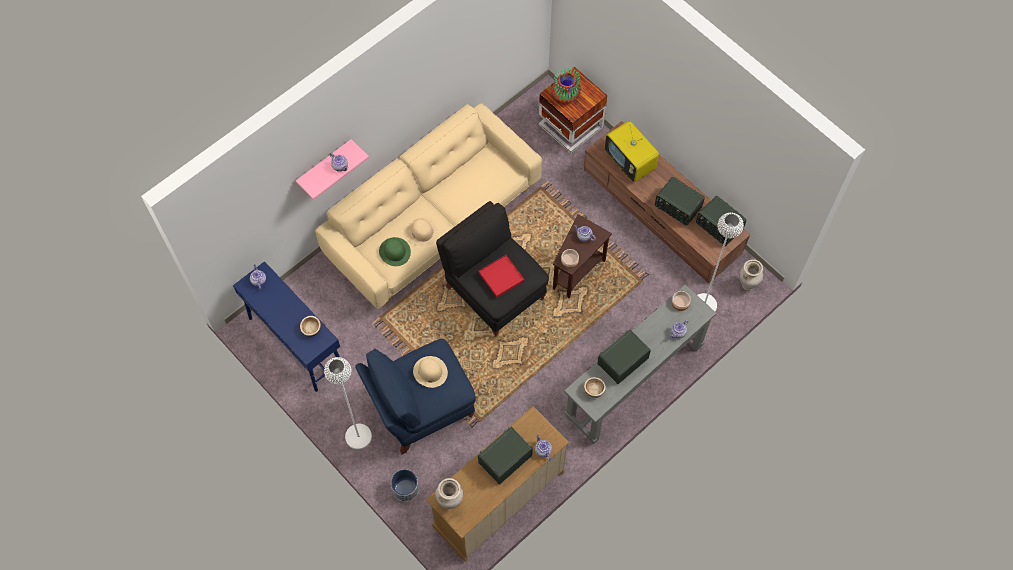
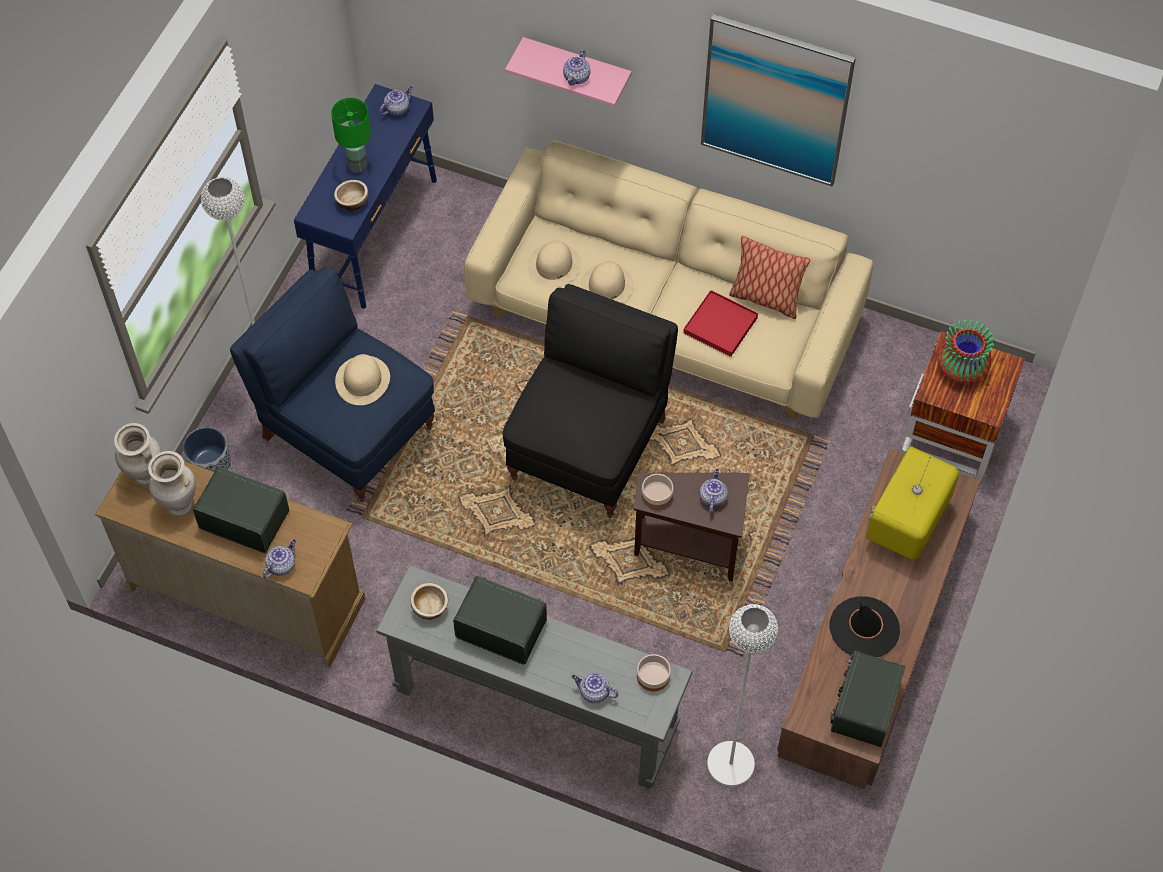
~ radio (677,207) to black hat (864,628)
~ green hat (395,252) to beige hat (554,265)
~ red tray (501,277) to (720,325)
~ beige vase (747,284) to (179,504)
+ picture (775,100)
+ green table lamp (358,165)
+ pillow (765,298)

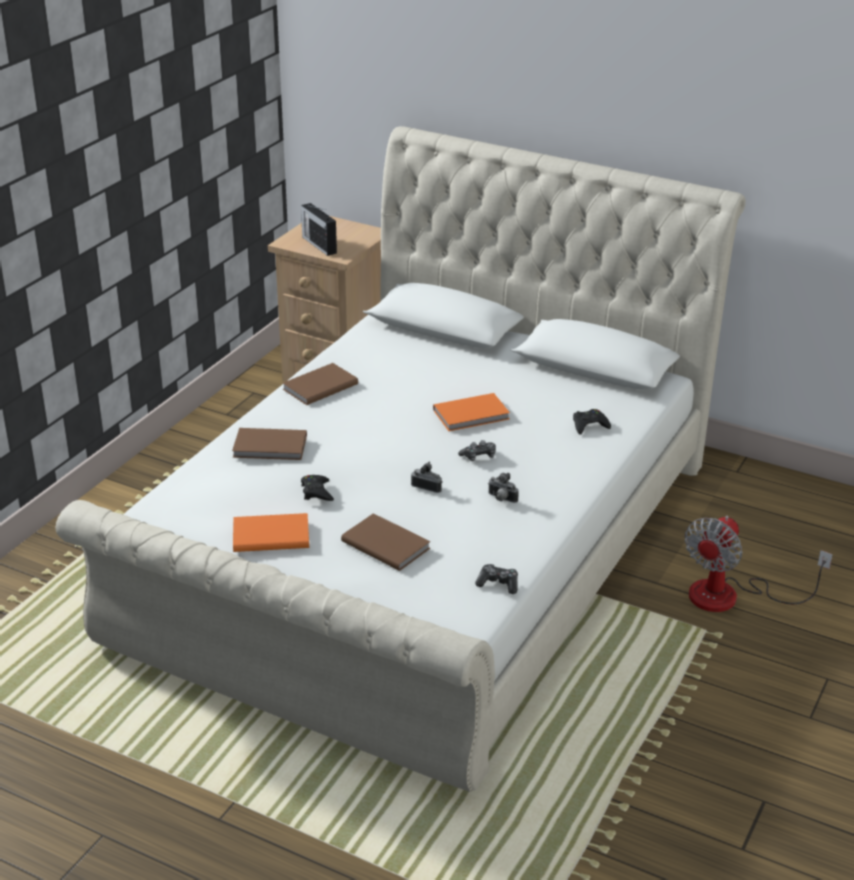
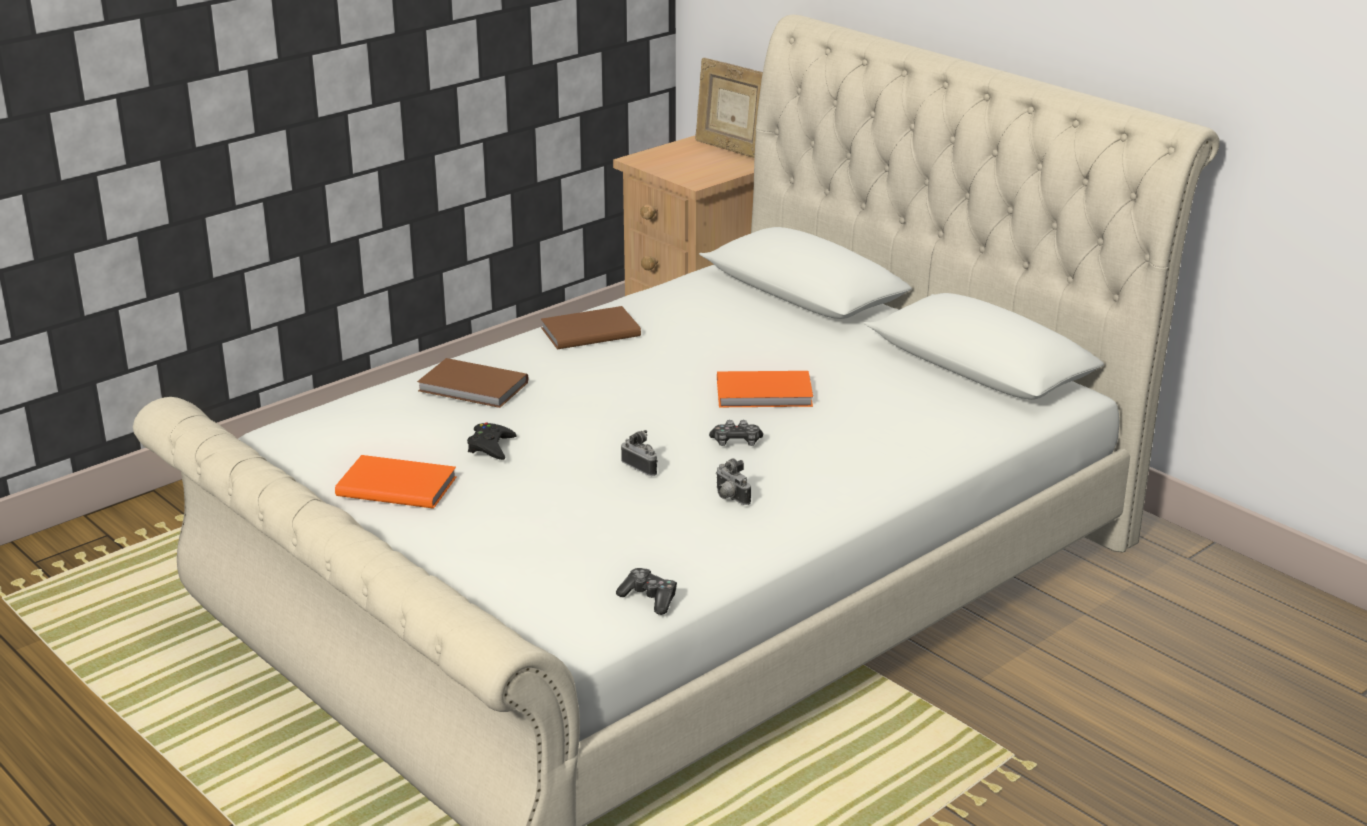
- radio (319,244)
- black game controller (589,425)
- brown book (386,544)
- fan (730,596)
+ picture frame (731,150)

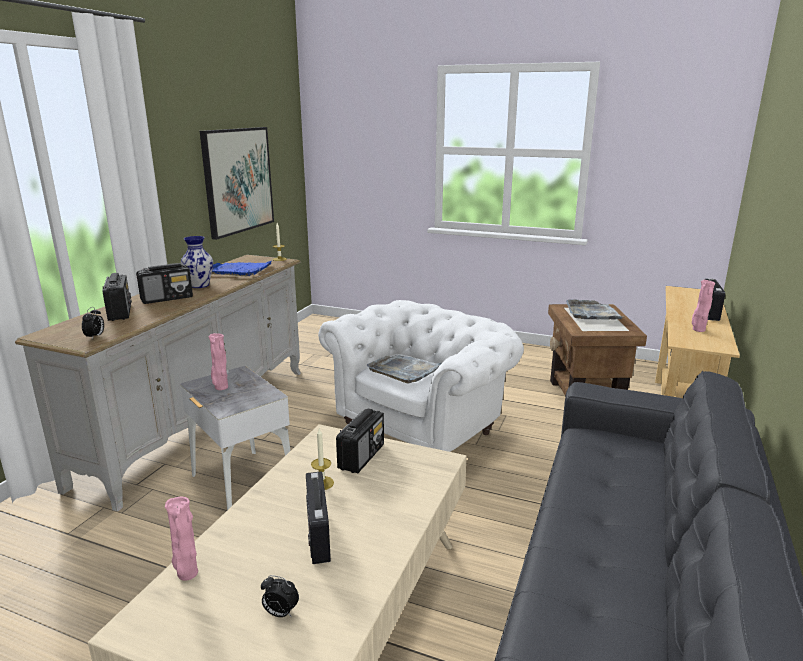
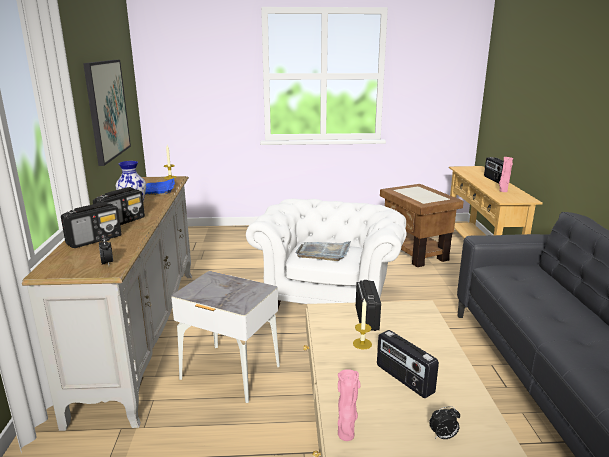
~ radio (120,312) = (95,240) 90 degrees clockwise
- grey tray (592,313)
- pink vase (221,388)

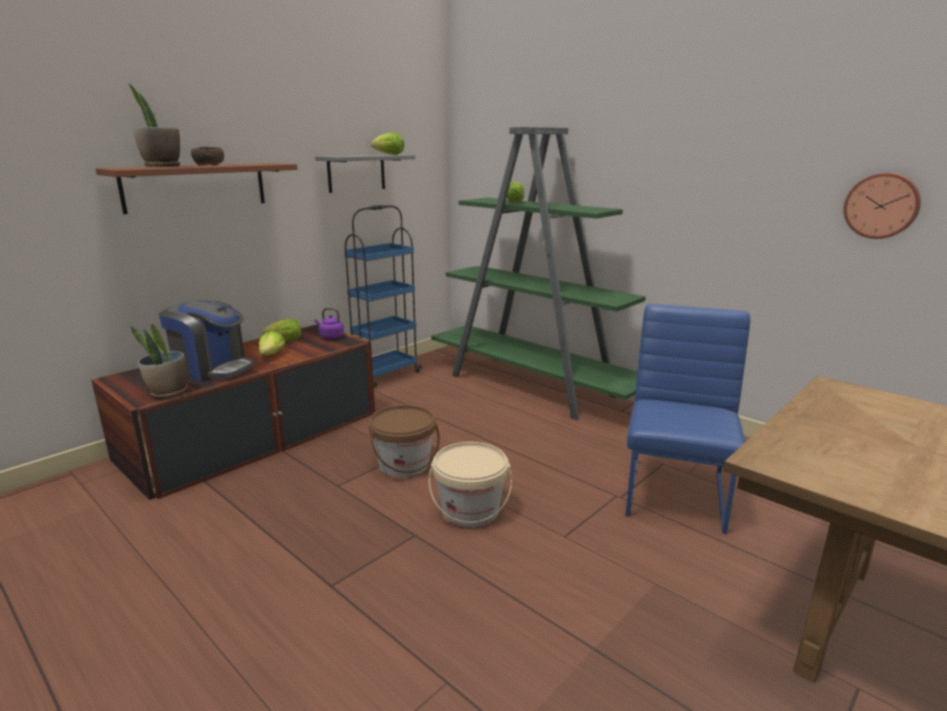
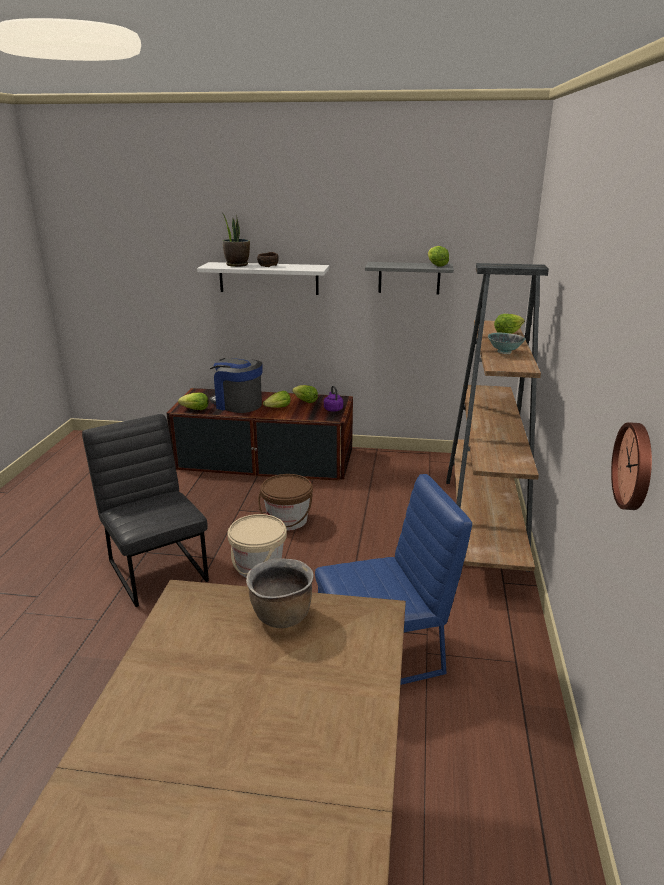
~ green bookcase (533,386) to brown bookcase (483,523)
~ brown shelf (196,187) to white shelf (268,278)
- blue cart (386,376)
~ coffee machine (212,369) = (237,404) 135 degrees clockwise
~ potted plant (168,392) to lettuce (195,409)
+ bowl (504,352)
+ grey chair (157,568)
+ brown cooking pot (281,616)

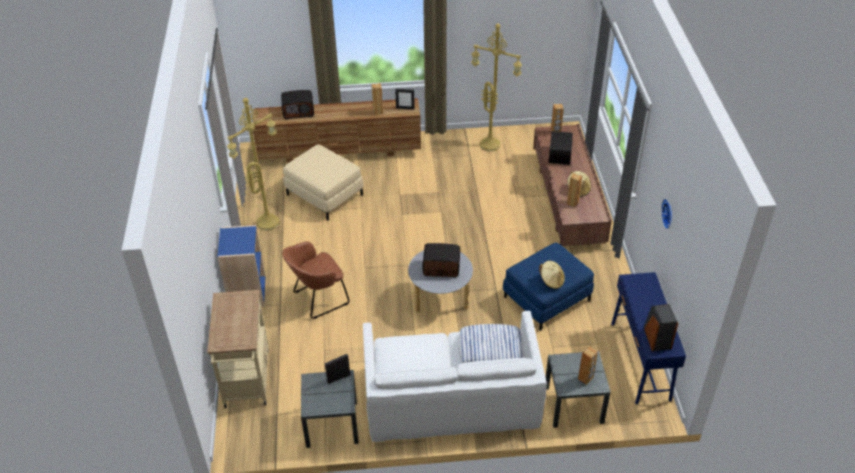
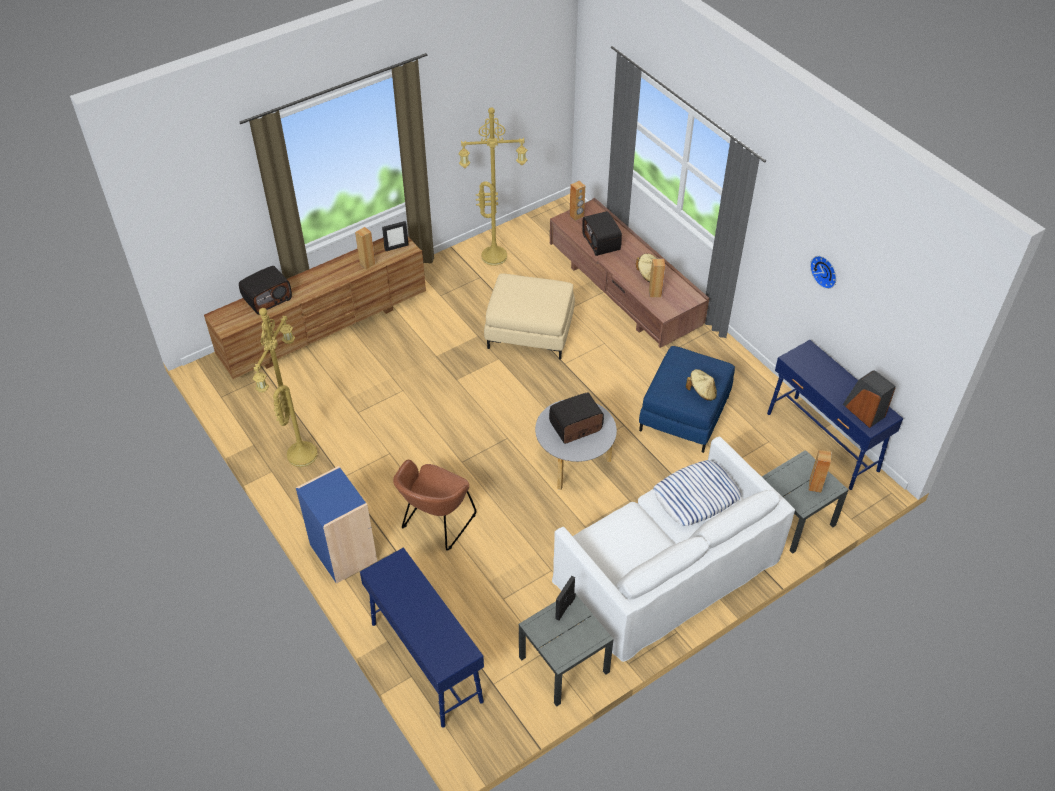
~ beige ottoman (325,194) to (530,331)
~ beige cart (247,380) to blue console table (427,661)

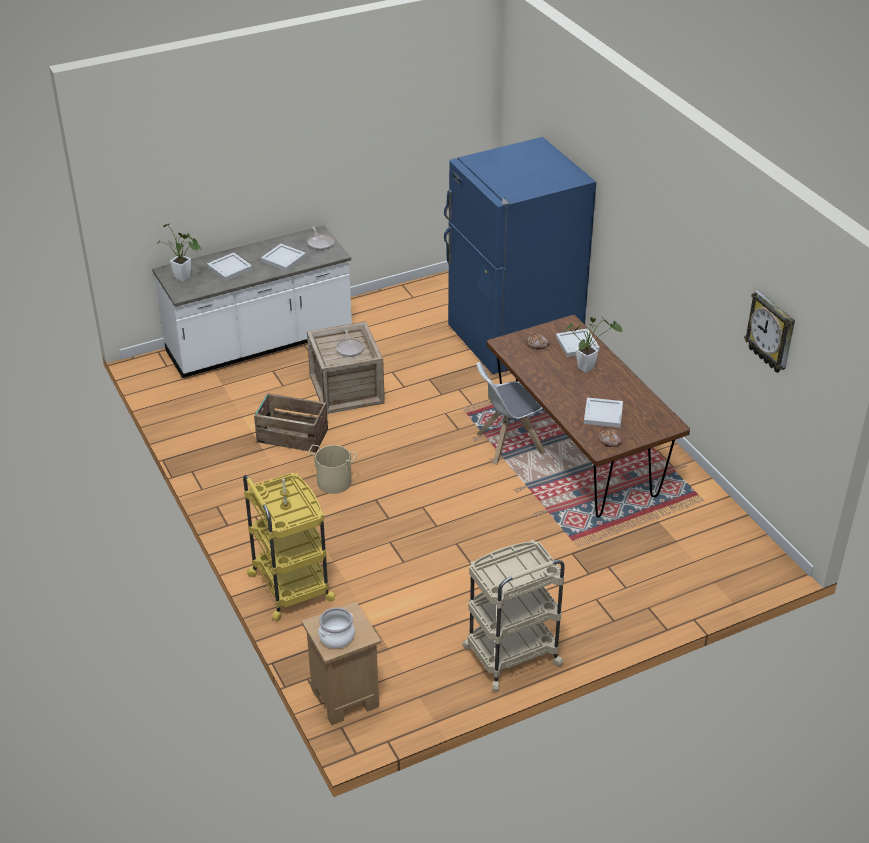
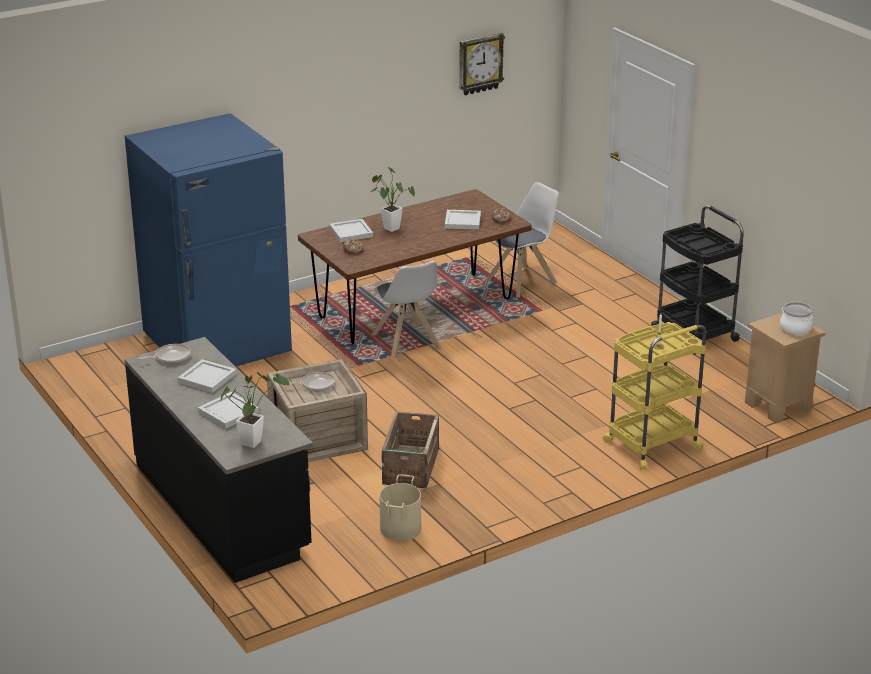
~ white counter (260,343) to black counter (222,508)
~ beige bucket (334,482) to (400,528)
~ beige cart (512,655) to black cart (693,334)
+ chair (523,281)

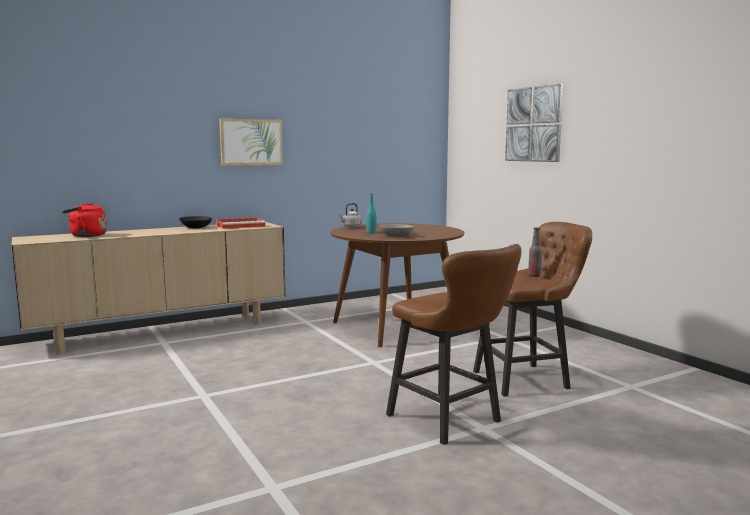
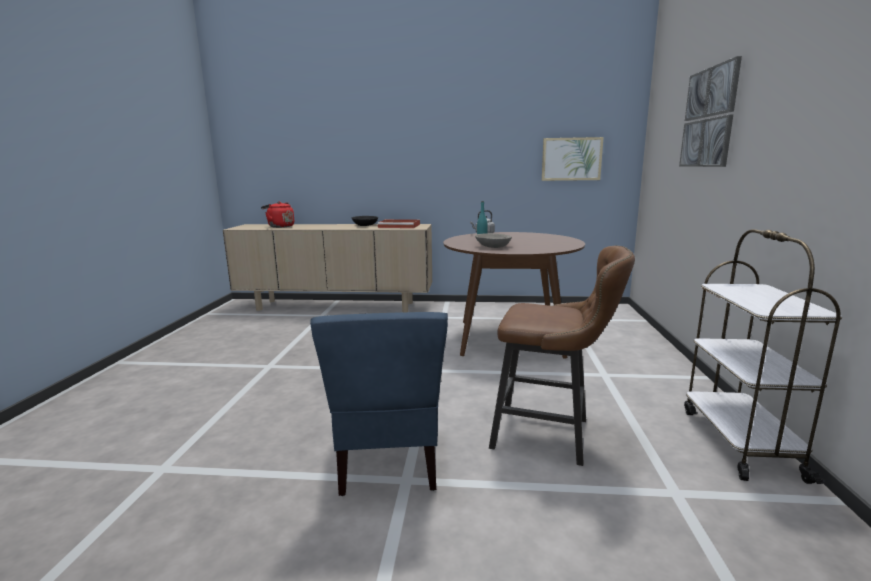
~ picture (251,142) to (571,159)
- bottle (534,275)
~ brown stool (452,422) to blue chair (389,461)
+ white cart (739,442)

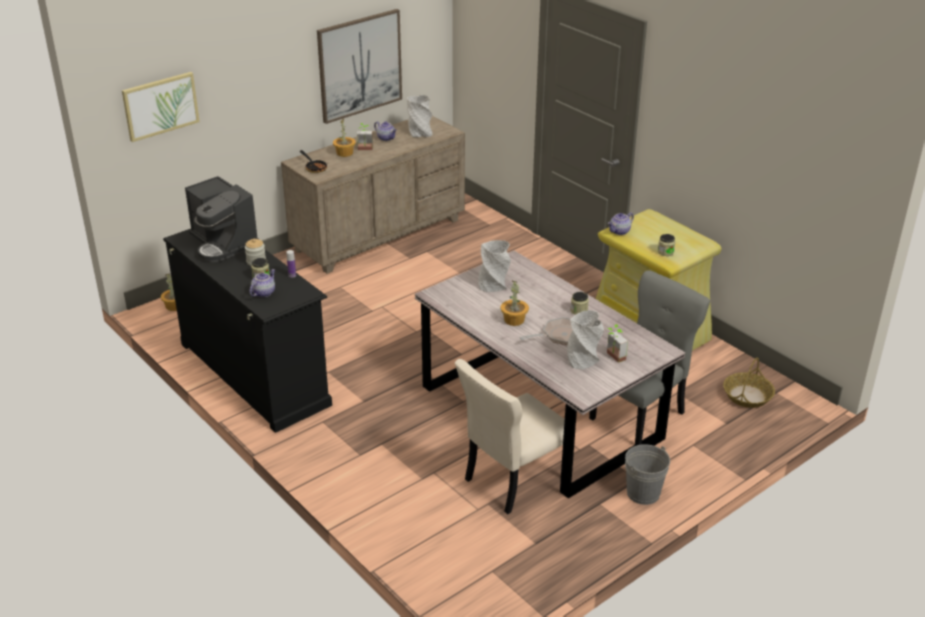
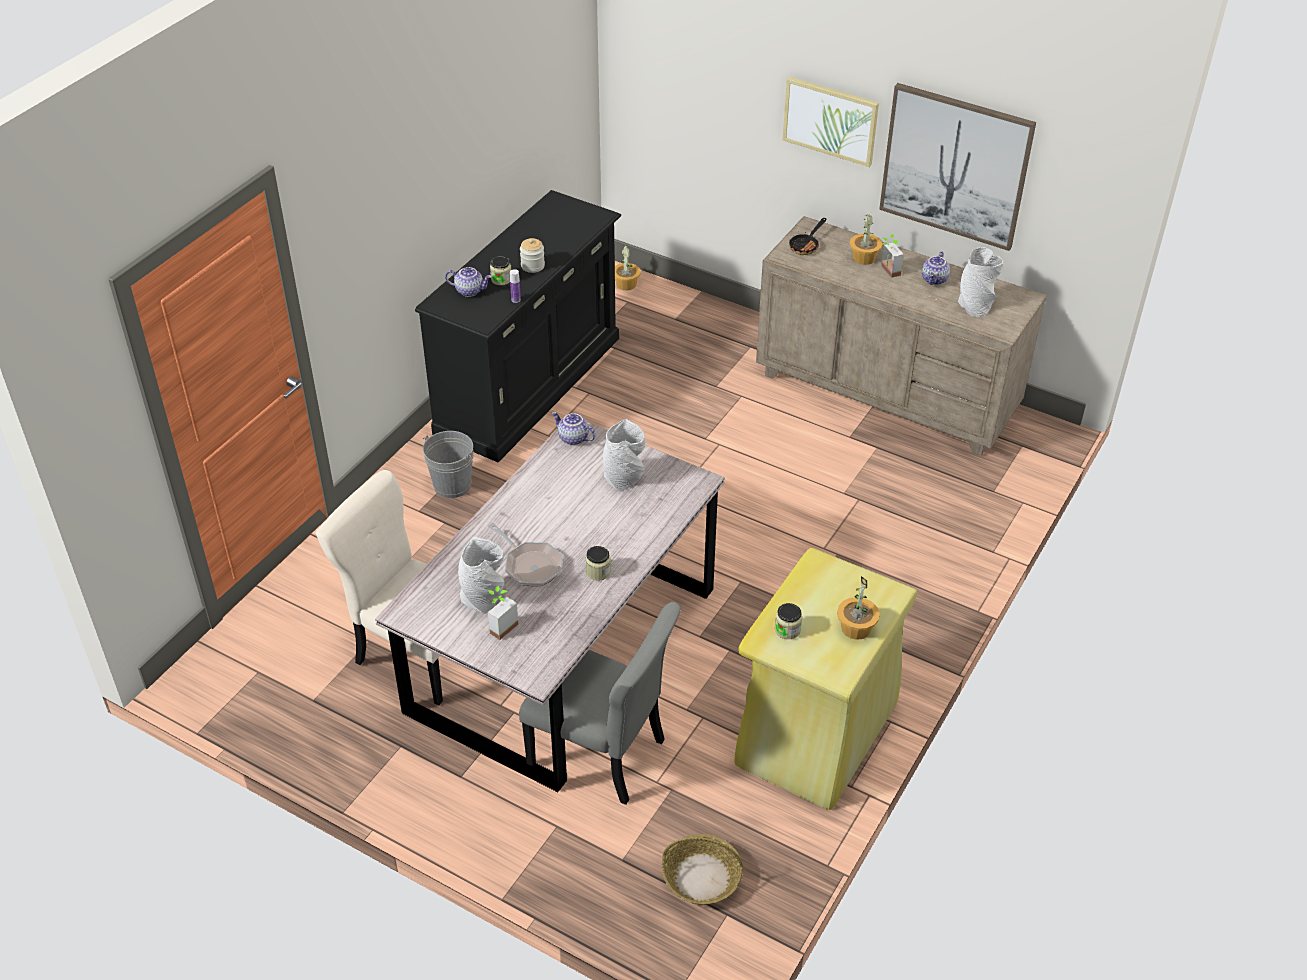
~ picture (160,106) to (830,120)
- coffee machine (223,243)
~ teapot (620,232) to (573,438)
~ potted plant (514,320) to (855,628)
~ grey bucket (643,493) to (452,485)

